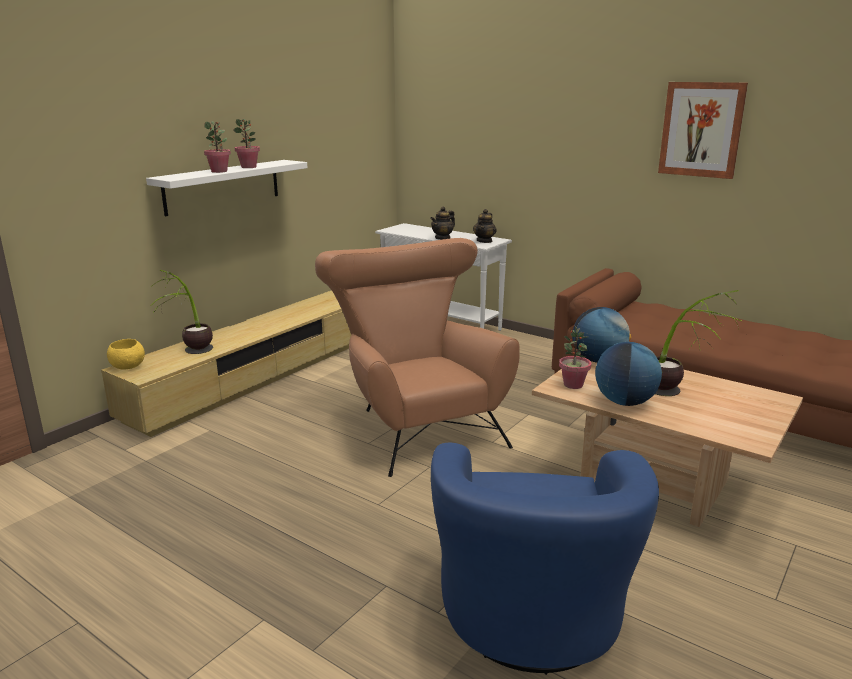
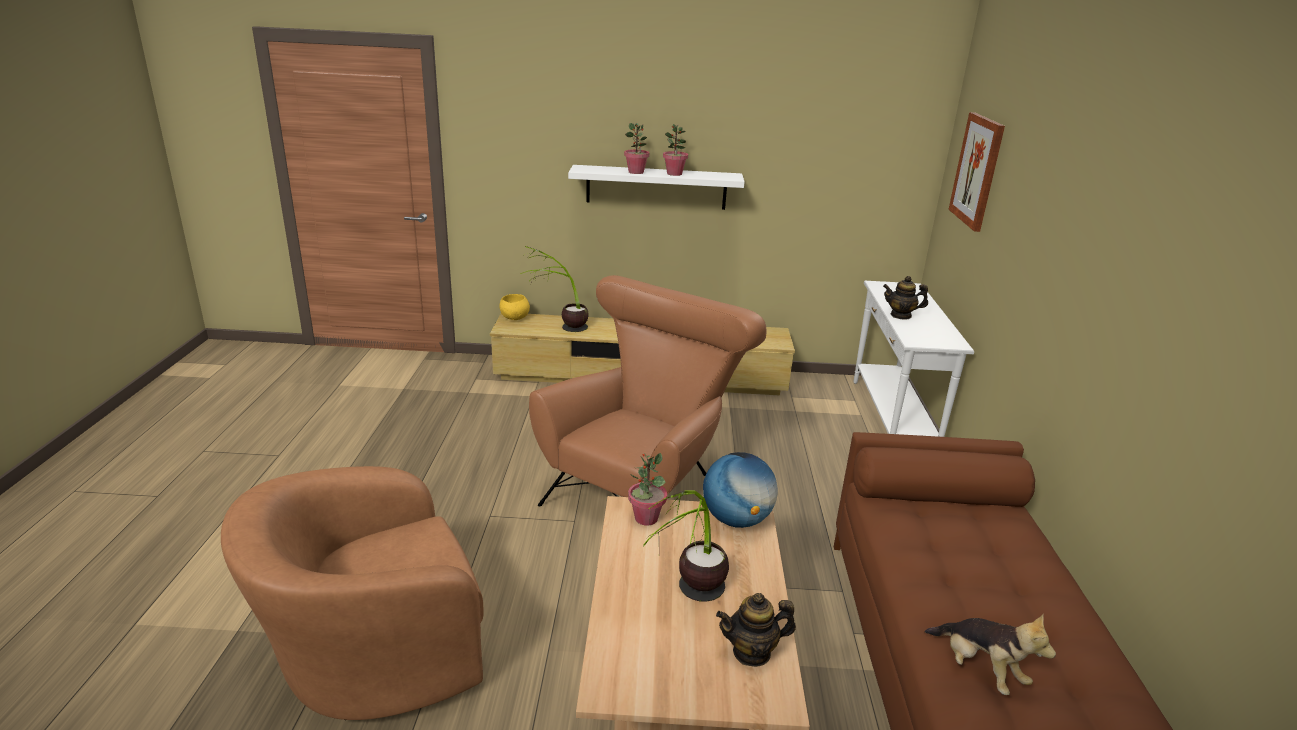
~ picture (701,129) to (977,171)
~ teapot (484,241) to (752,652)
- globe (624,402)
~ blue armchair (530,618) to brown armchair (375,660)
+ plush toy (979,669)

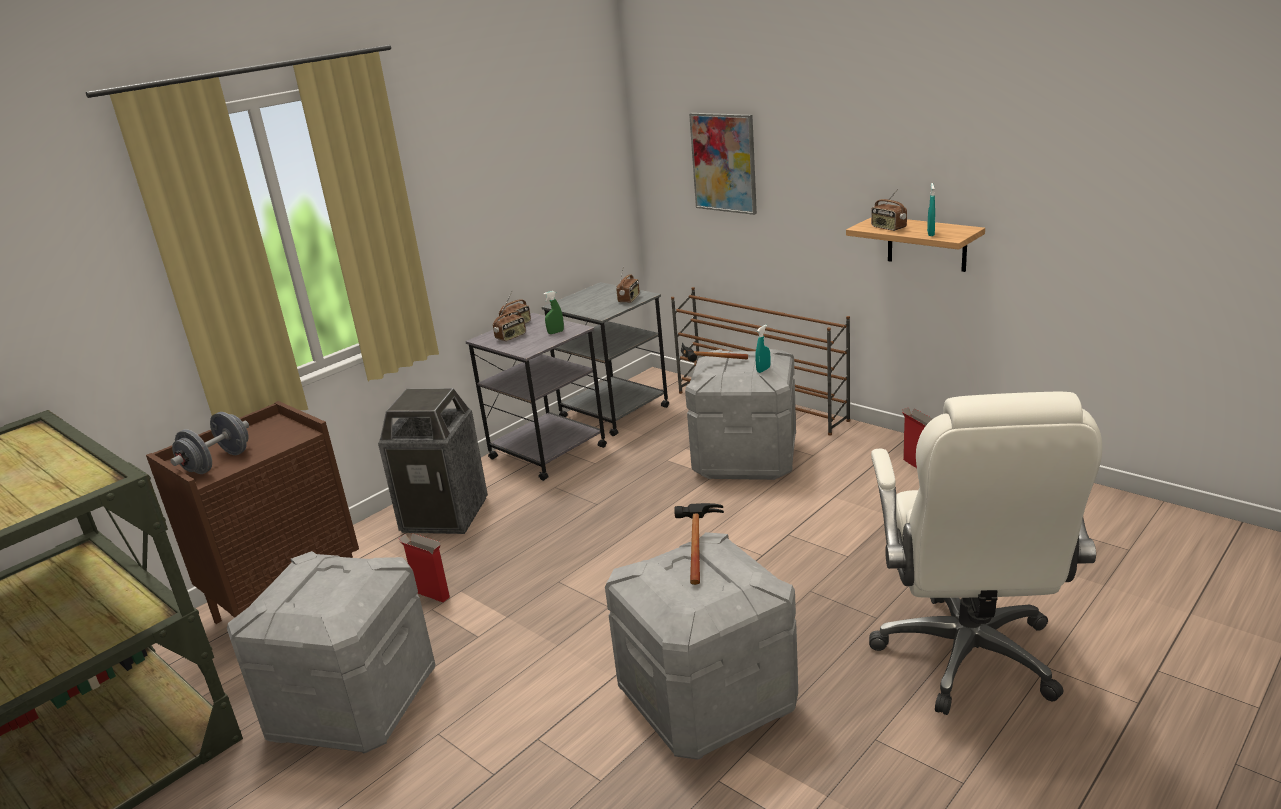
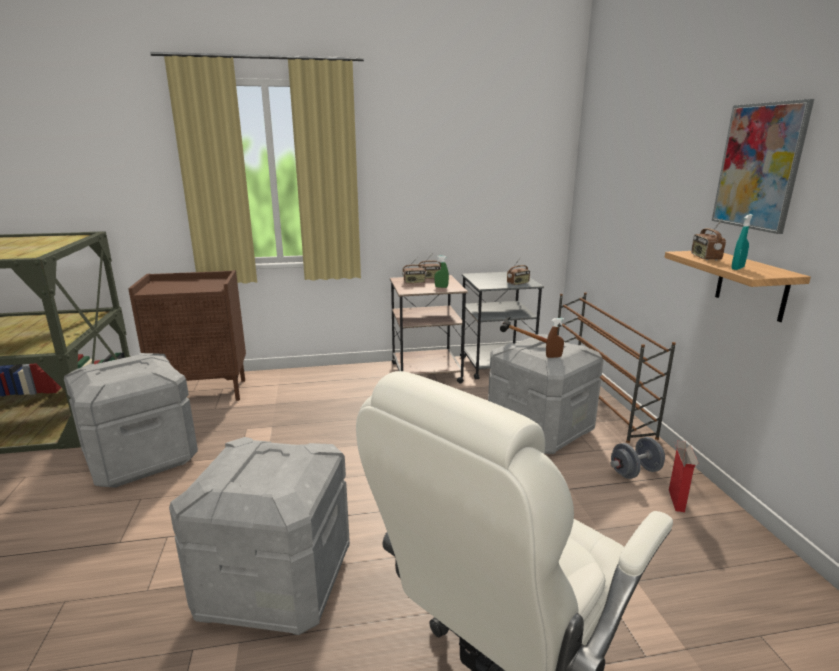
~ picture (724,163) to (759,167)
~ grey cart (548,451) to brown cart (427,372)
~ turquoise spray bottle (763,370) to brown spray bottle (553,357)
- trash can (445,515)
~ grey dumbbell (217,463) to (635,472)
- hammer (696,548)
- cardboard box (431,594)

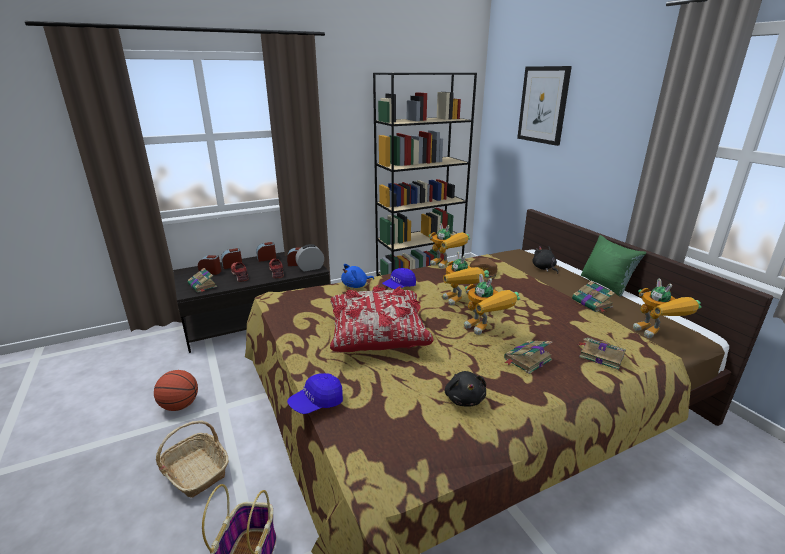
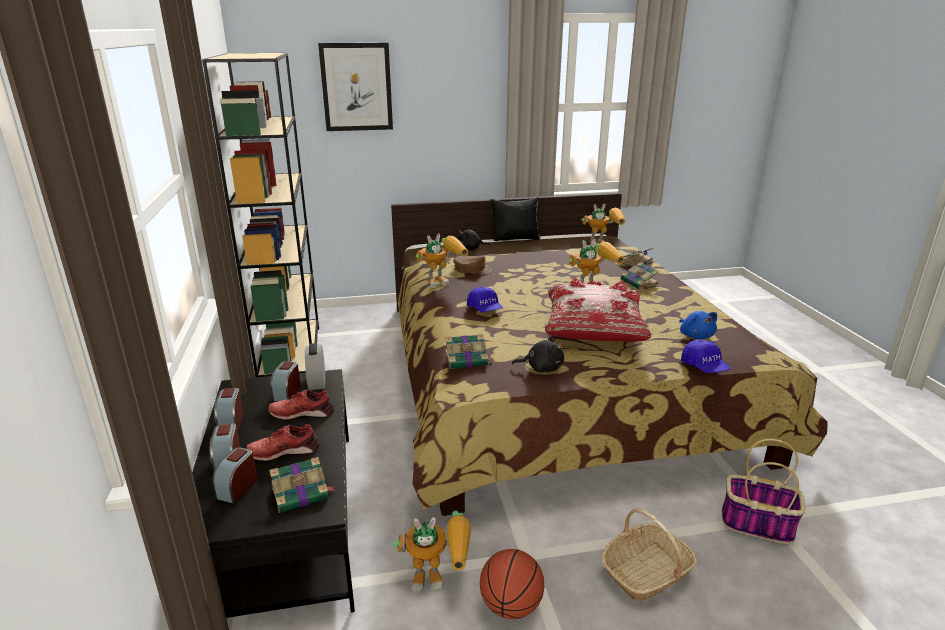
~ green pillow (605,285) to black pillow (516,238)
~ toy robot (459,303) to (440,578)
~ blue plush toy (356,286) to (695,336)
~ book (592,303) to (467,360)
~ black plush toy (464,398) to (542,368)

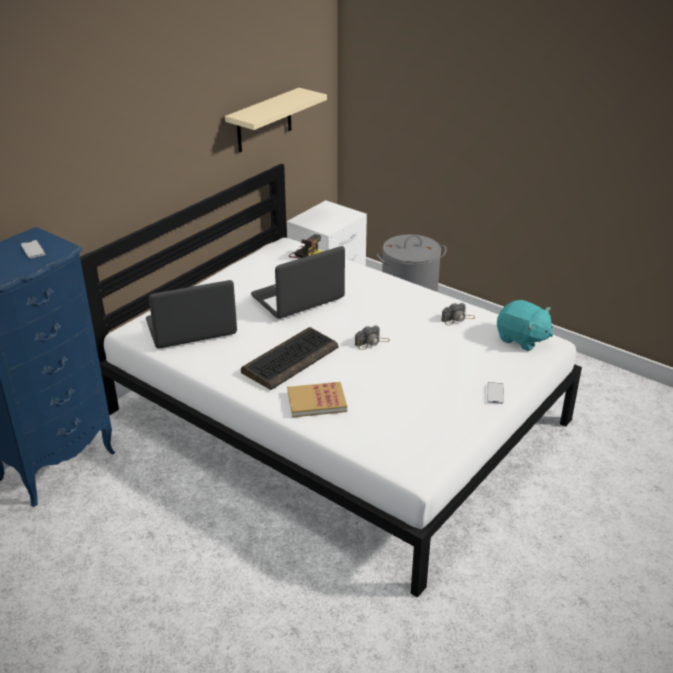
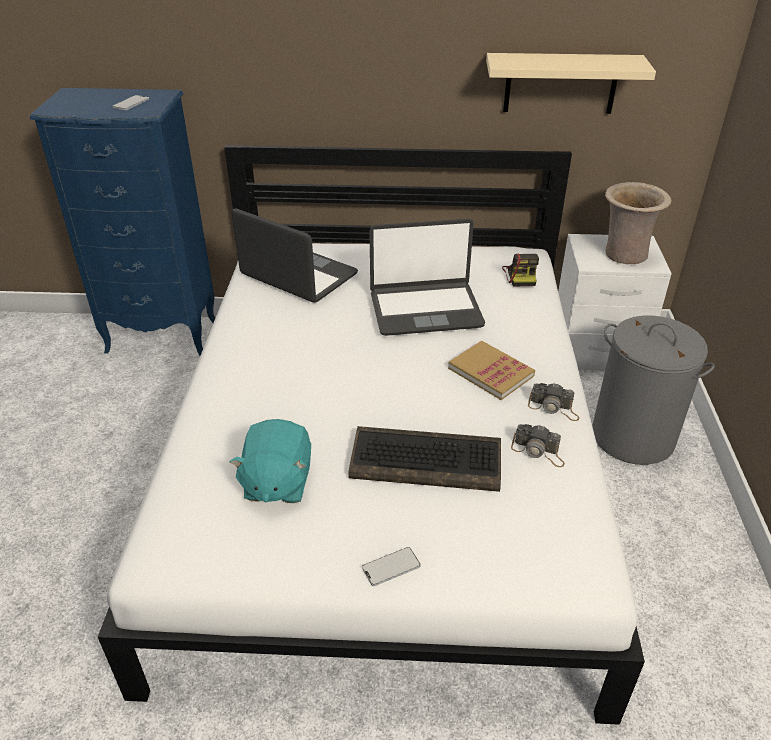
~ laptop (298,298) = (425,309) 150 degrees clockwise
~ turquoise plush toy (522,339) to (276,482)
~ photo camera (372,342) to (554,408)
~ keyboard (290,359) to (427,460)
~ book (316,401) to (491,372)
+ beige vase (624,256)

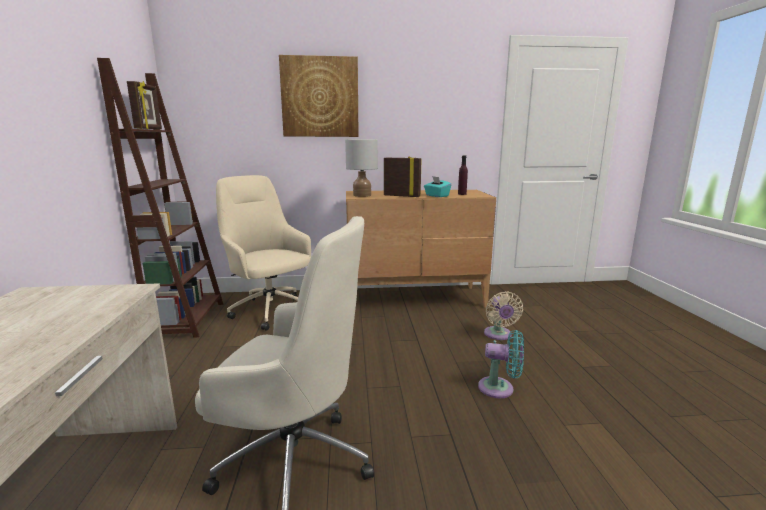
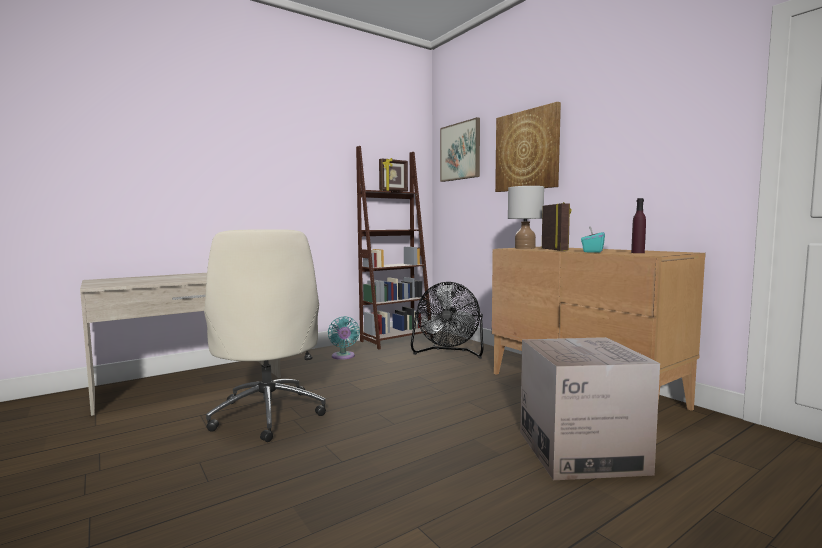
~ beige office chair (270,311) to black fan (446,352)
~ beige fan (498,335) to cardboard box (581,451)
~ turquoise fan (500,388) to (343,357)
+ picture (460,151)

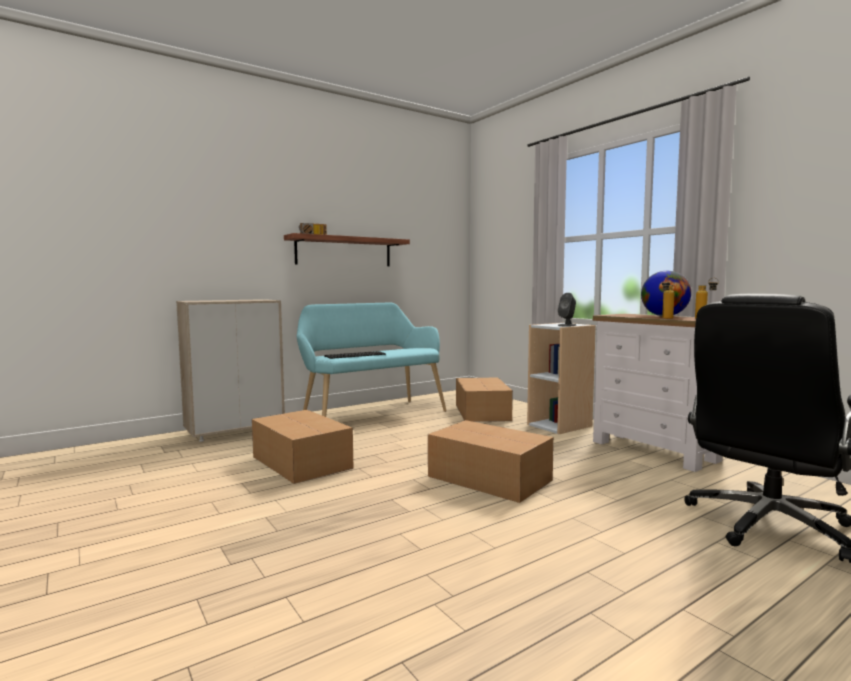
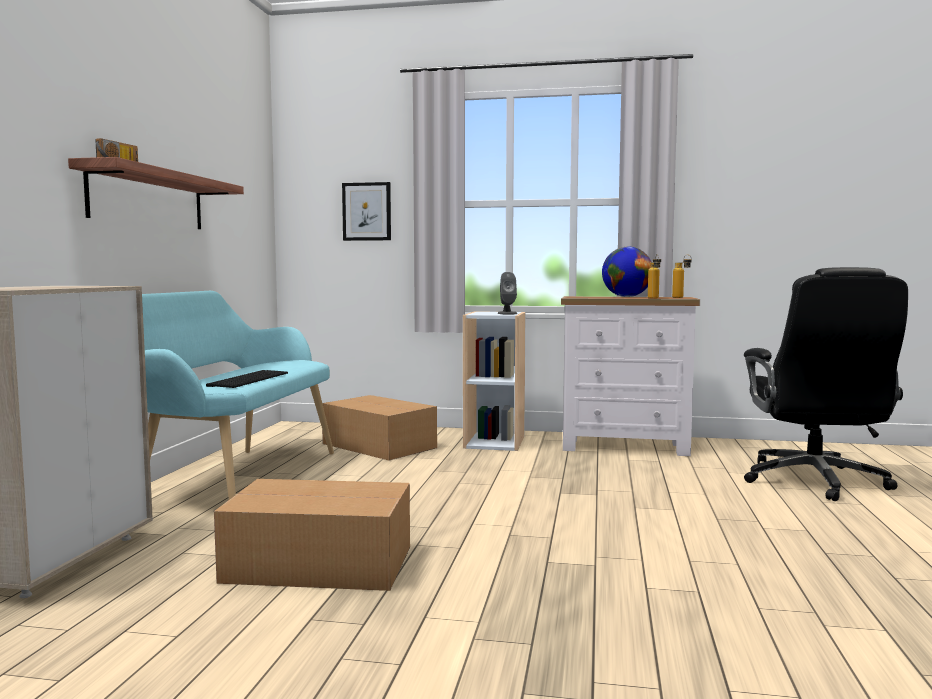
- cardboard box (488,477)
+ picture (366,211)

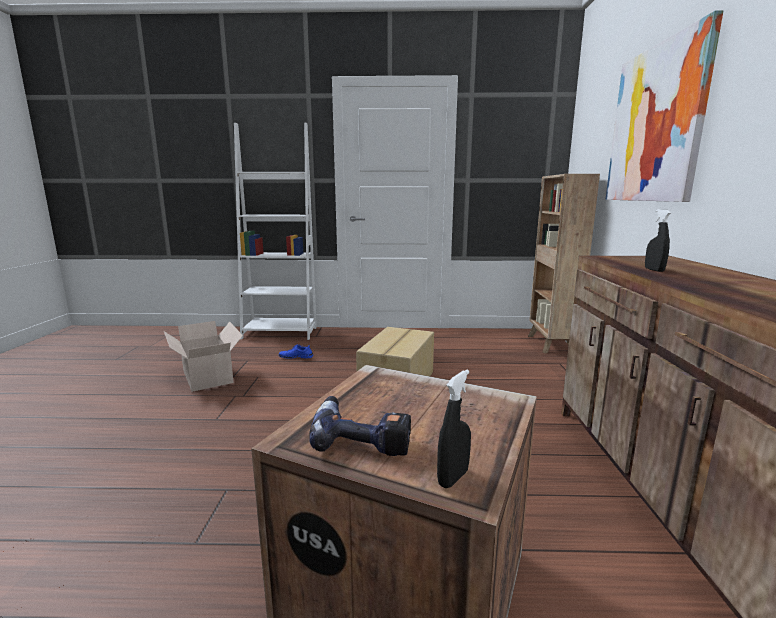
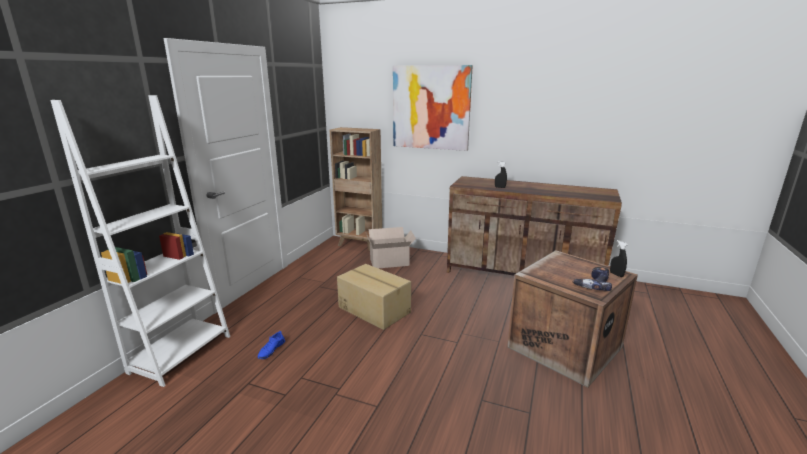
~ cardboard box (207,377) to (390,262)

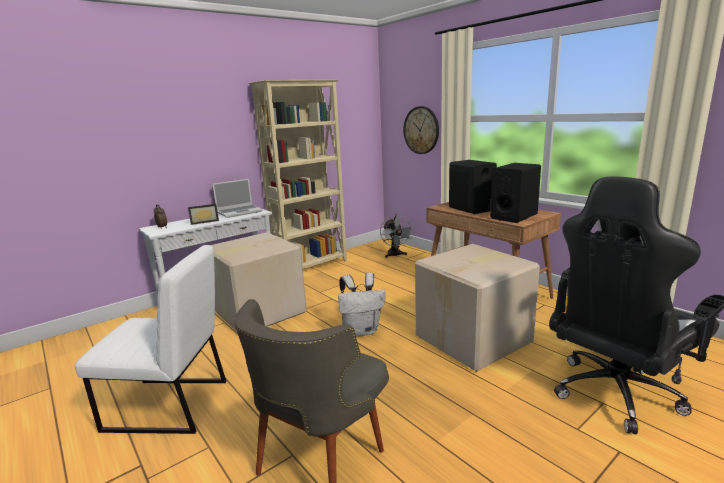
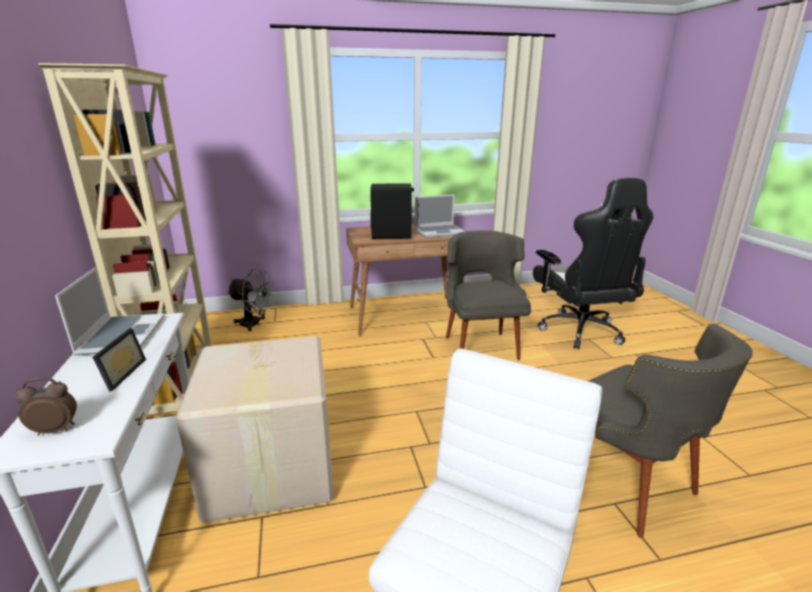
- wall clock (421,130)
~ black speaker (514,216) to laptop (439,232)
~ cardboard box (474,339) to grey chair (481,348)
- white backpack (361,330)

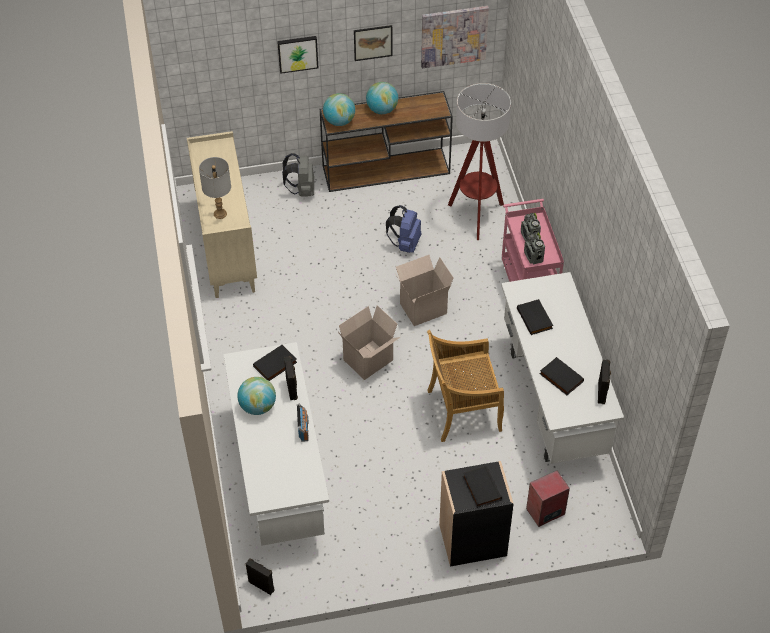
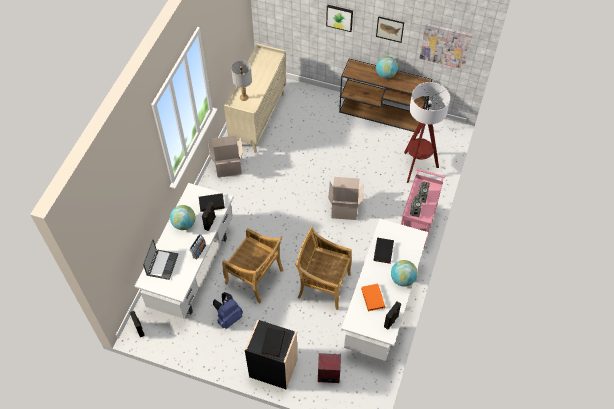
~ globe (339,121) to (402,279)
- grey backpack (302,190)
~ blue backpack (405,244) to (228,318)
~ cardboard box (368,361) to (228,168)
~ black book (560,378) to orange book (372,298)
+ beige chair (255,277)
+ laptop (162,264)

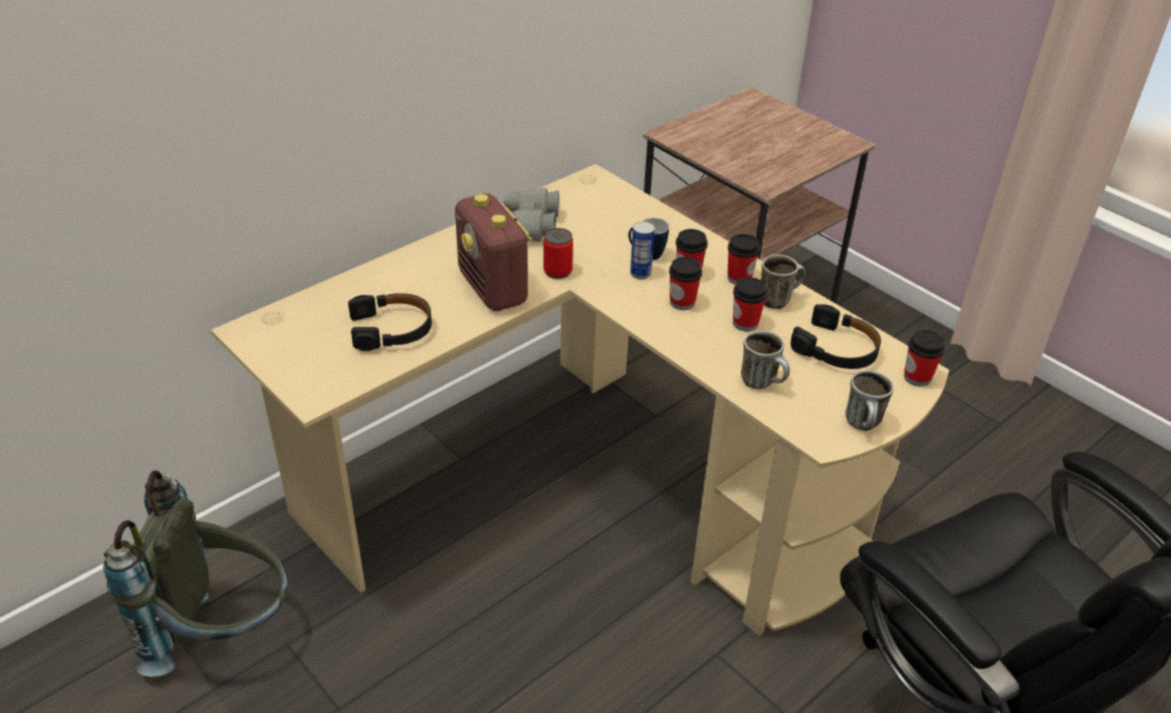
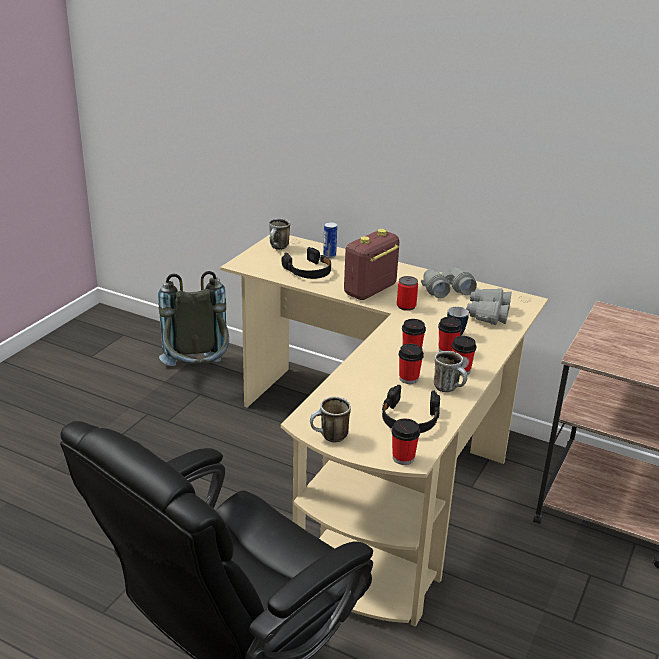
~ can (640,273) to (329,256)
~ mug (763,382) to (278,248)
+ grey binoculars (487,314)

